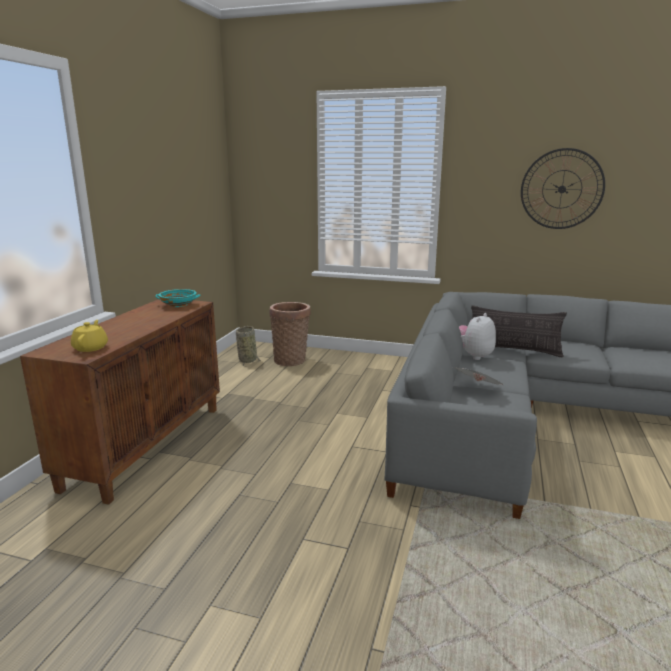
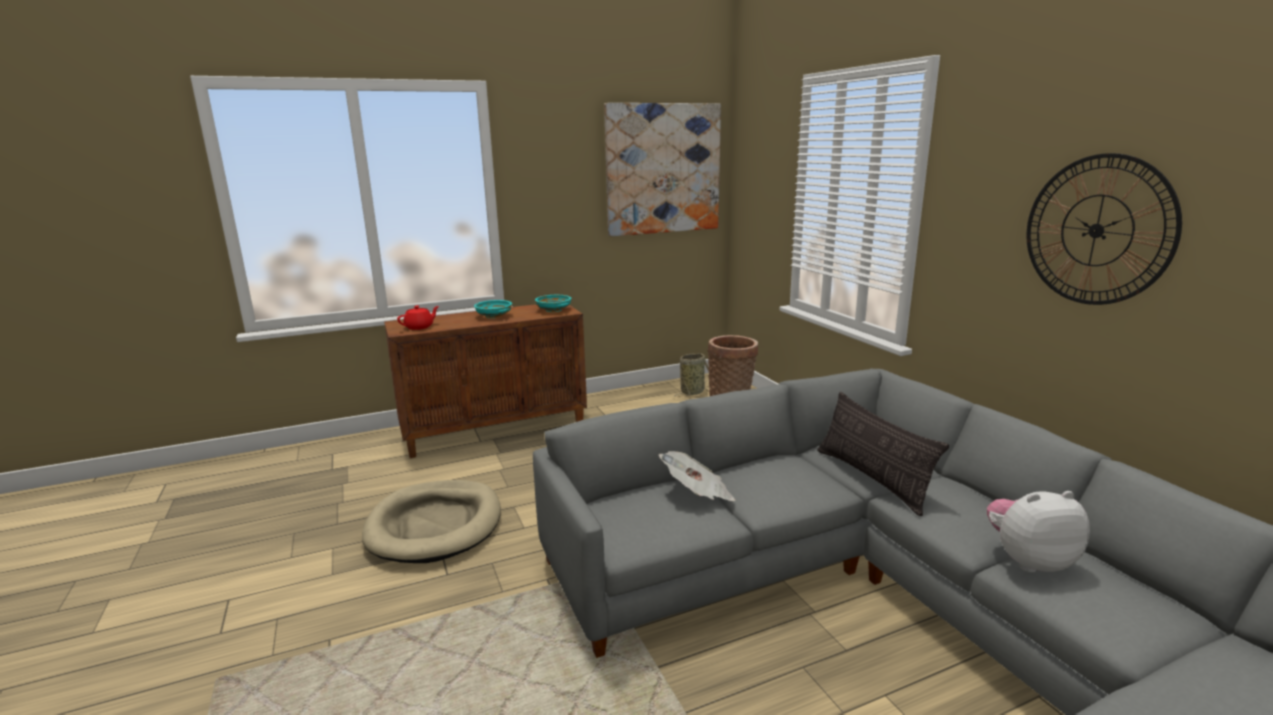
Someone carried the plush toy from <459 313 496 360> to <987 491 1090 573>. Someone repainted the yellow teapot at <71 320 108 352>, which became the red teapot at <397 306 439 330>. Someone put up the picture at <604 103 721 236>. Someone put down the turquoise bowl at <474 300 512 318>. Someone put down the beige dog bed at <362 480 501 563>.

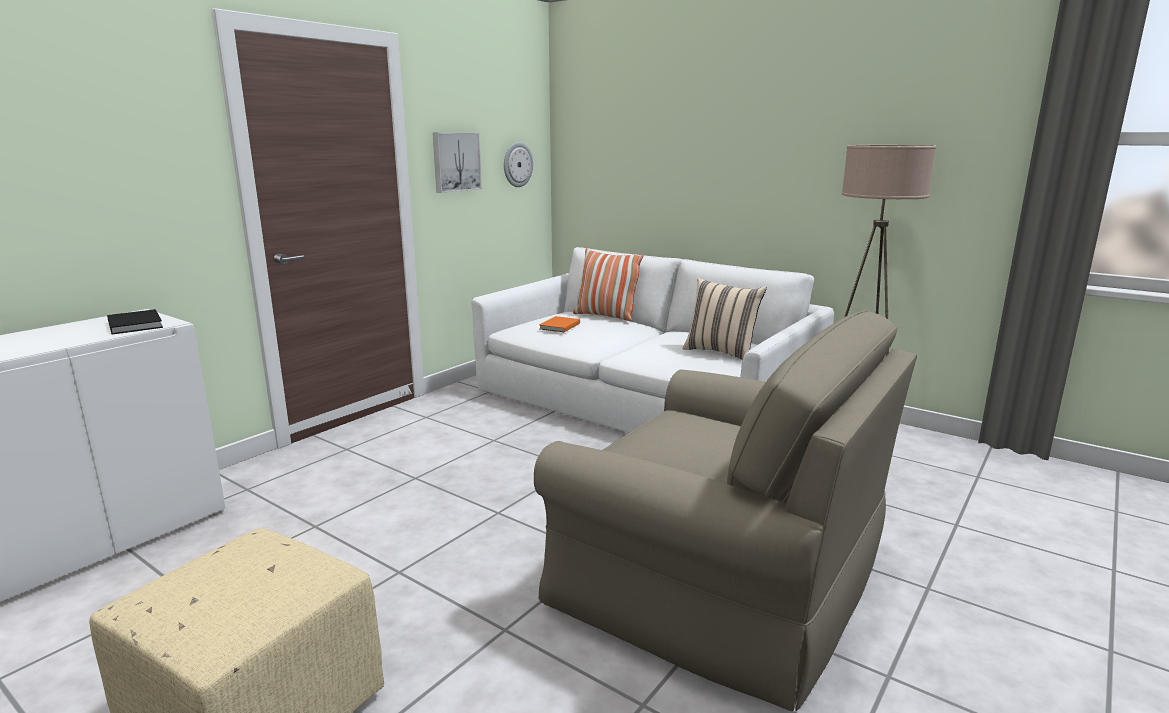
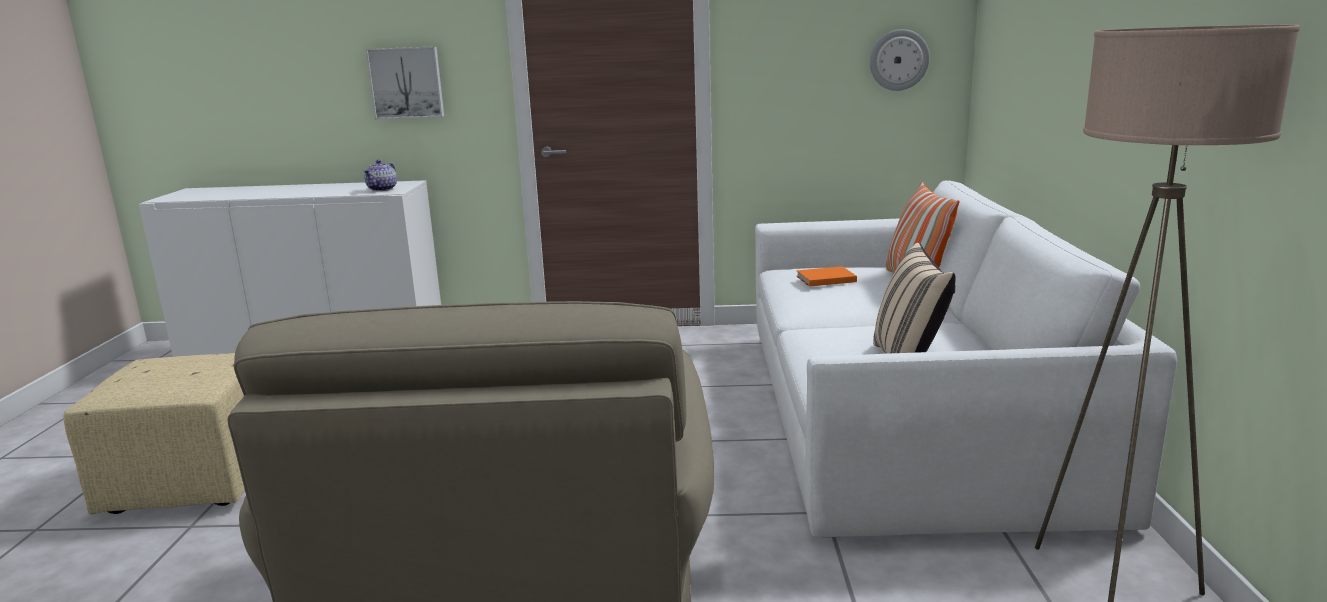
Someone carried the picture from <433 133 482 193> to <366 46 444 119>. Someone swapped the black book at <107 309 163 334> for the teapot at <363 160 397 191>.

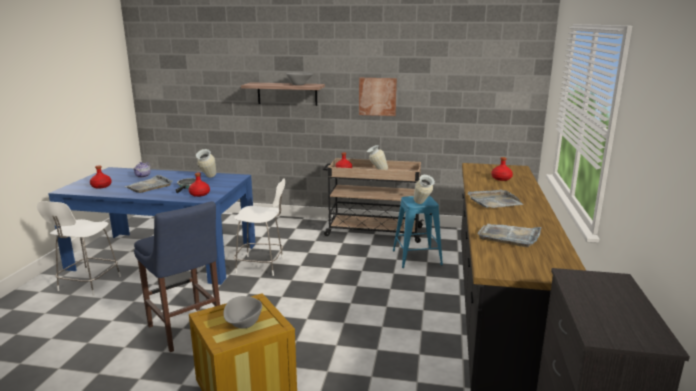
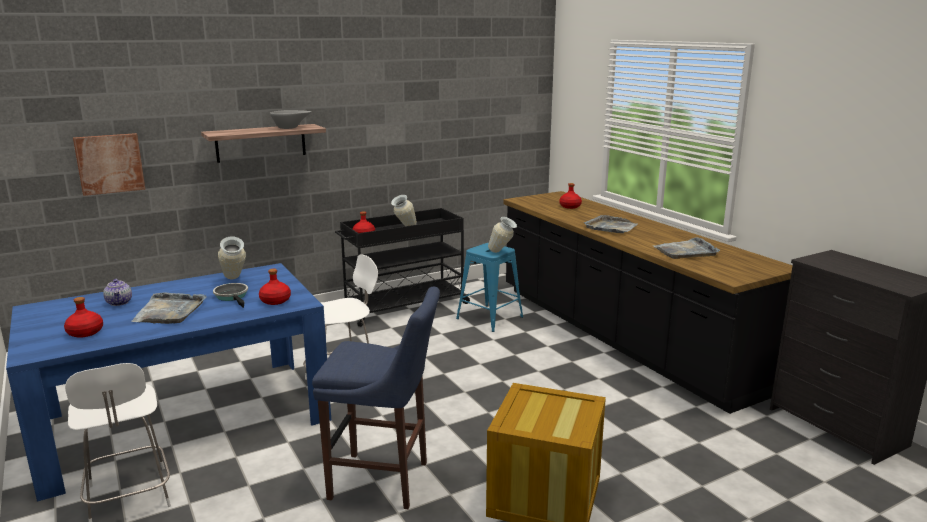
Someone carried the picture from <359 78 397 116> to <73 133 145 196>. Someone repainted the beige cart at <323 158 424 243>, which became the black cart at <335 208 470 327>. Someone took away the grey bowl at <223 296 262 329>.

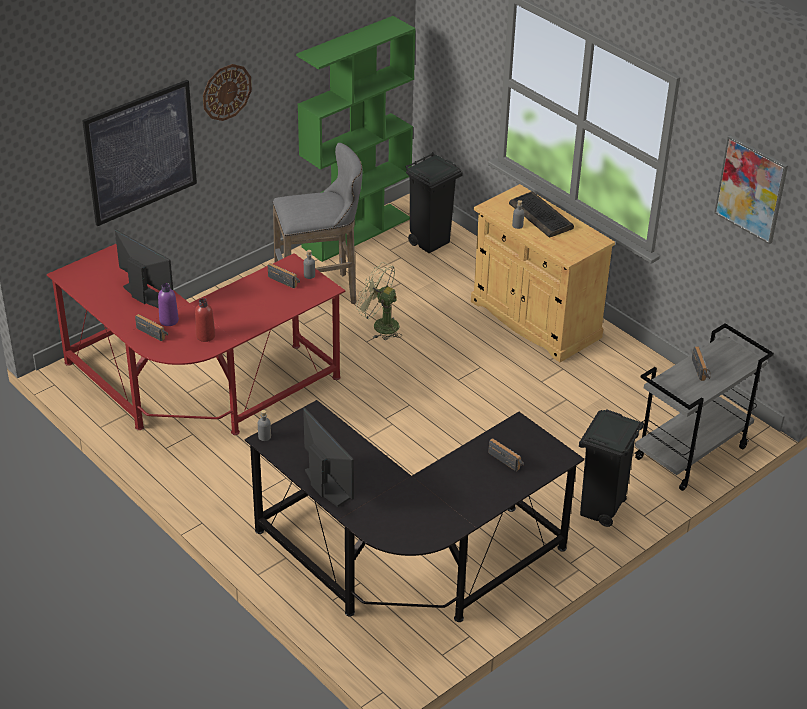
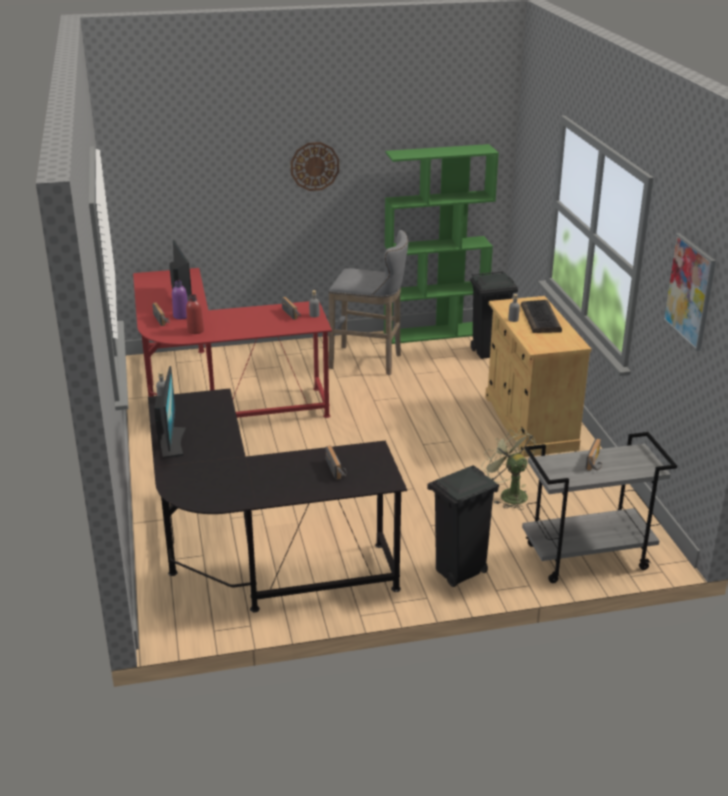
Someone took away the picture at <82 80 197 226>. Someone carried the green fan from <356 262 402 340> to <481 429 536 510>.

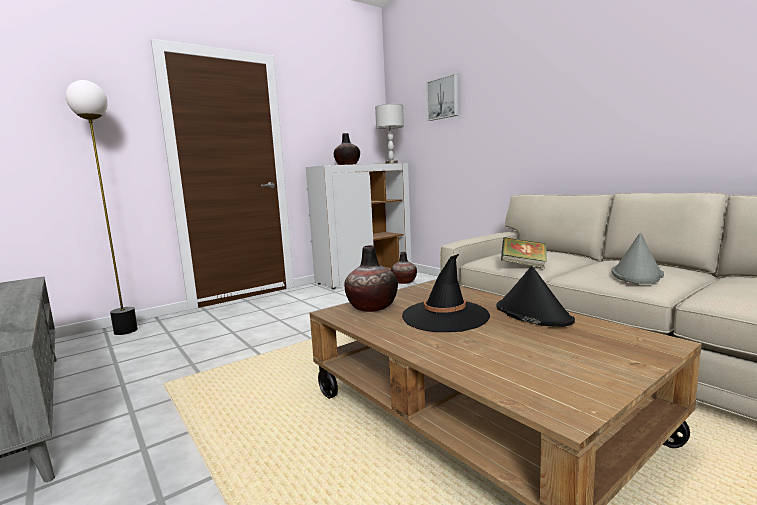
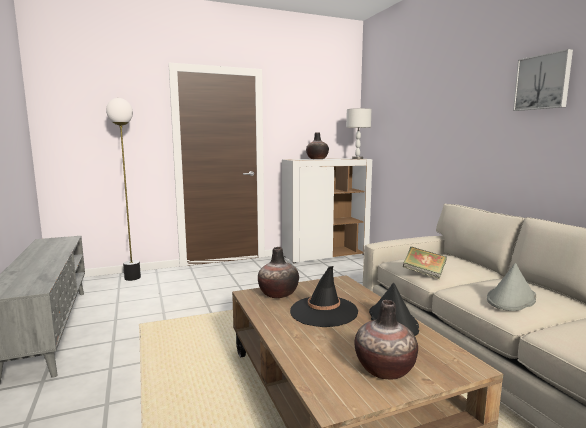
Someone carried the picture from <426 74 458 121> to <513 49 573 111>. Someone carried the vase from <391 252 417 284> to <354 300 418 379>.

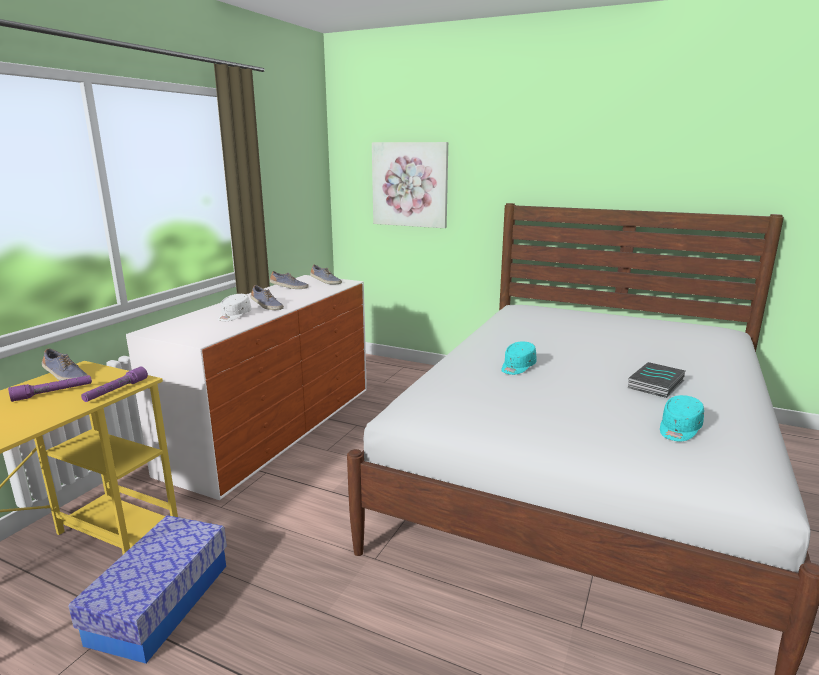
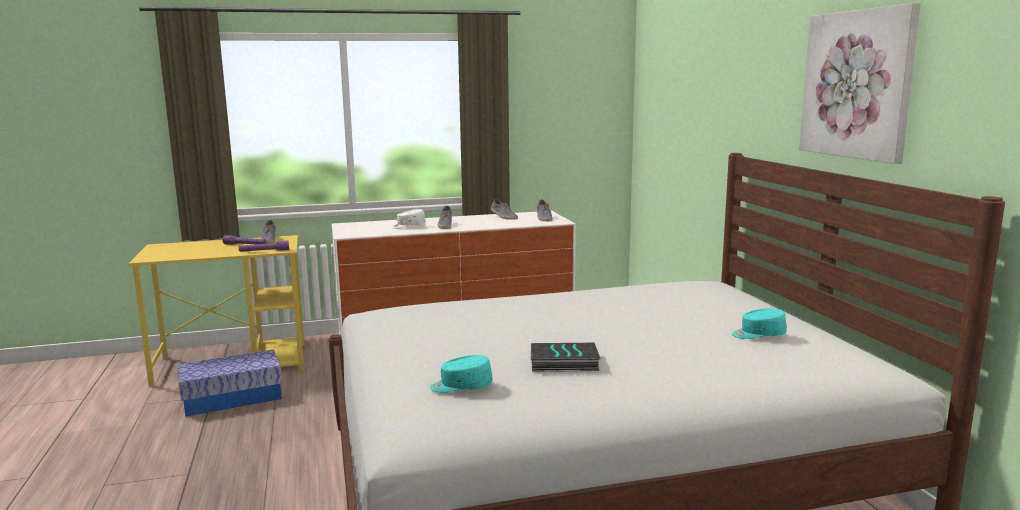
Someone carried the picture from <372 142 448 228> to <799 3 921 164>. Someone carried the turquoise cap from <501 342 537 375> to <732 308 787 339>.

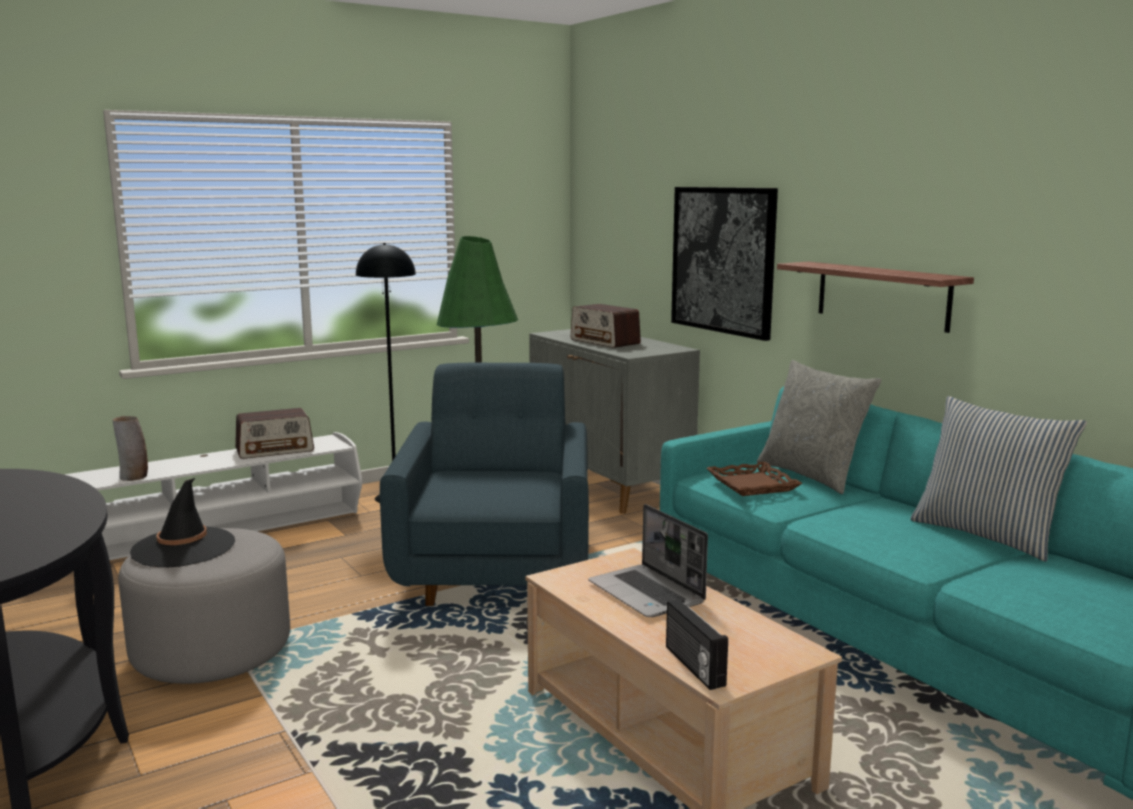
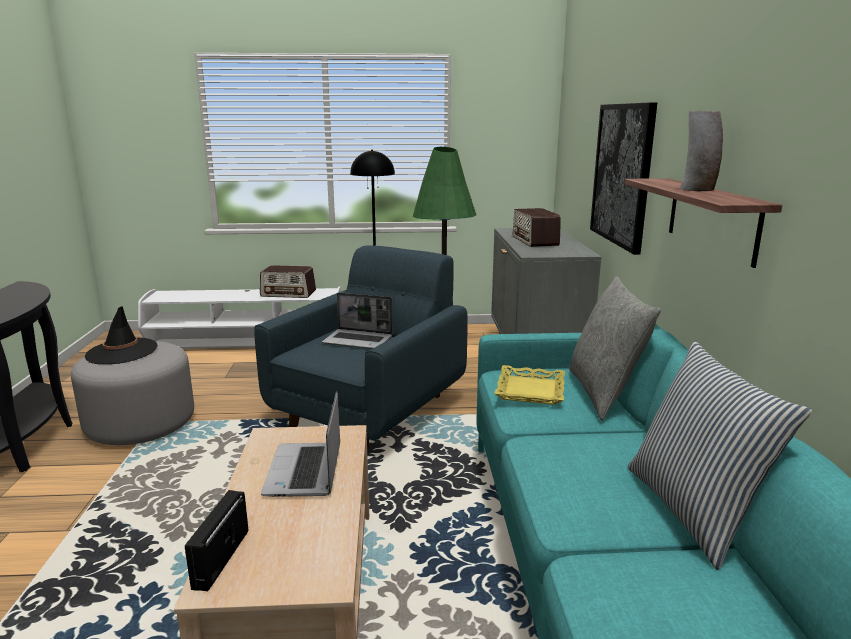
Someone carried the vase from <113 416 148 481> to <680 111 723 191>. Someone repainted the brown tray at <707 462 803 496>, which became the yellow tray at <494 365 565 405>. Someone put down the laptop at <322 292 393 349>.

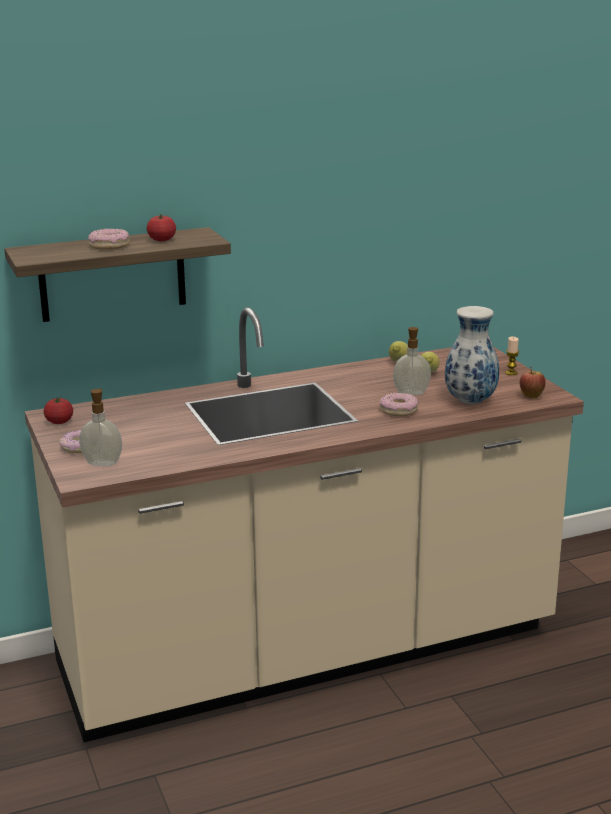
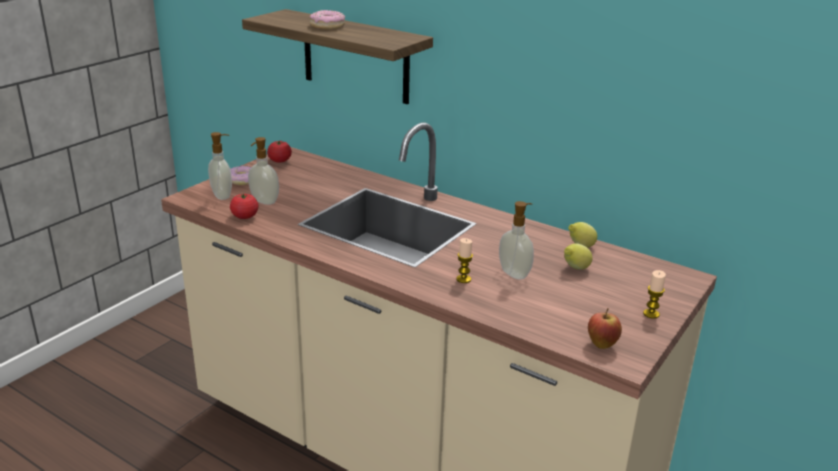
Someone carried the tomato from <147 214 176 241> to <230 194 259 219>. Someone took away the vase at <445 306 499 404>. Someone swapped the donut at <380 392 419 416> for the candle at <456 238 473 283>. Someone put down the soap dispenser at <248 137 279 205>.

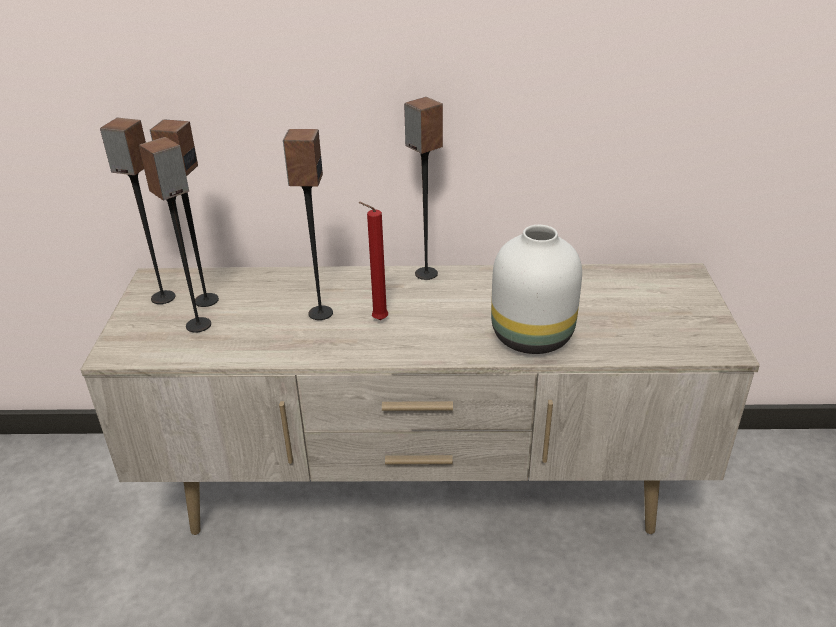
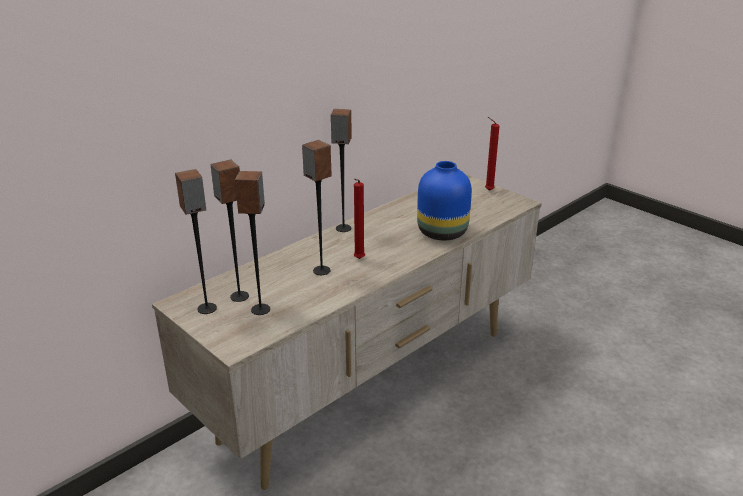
Someone repainted the white vase at <491 225 582 354>, which became the blue vase at <417 161 472 240>. Someone put down the red candle at <485 117 499 191>.

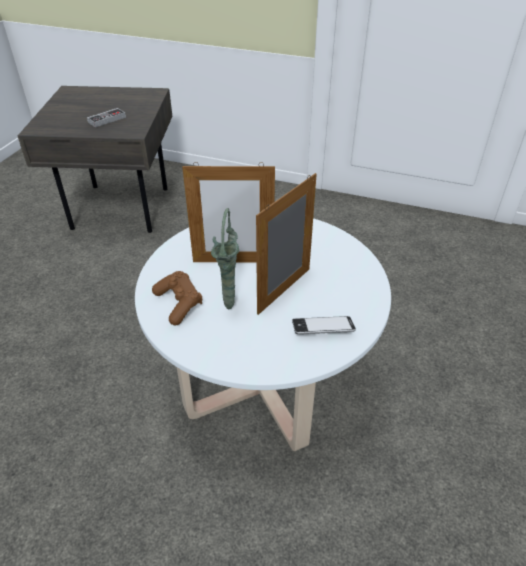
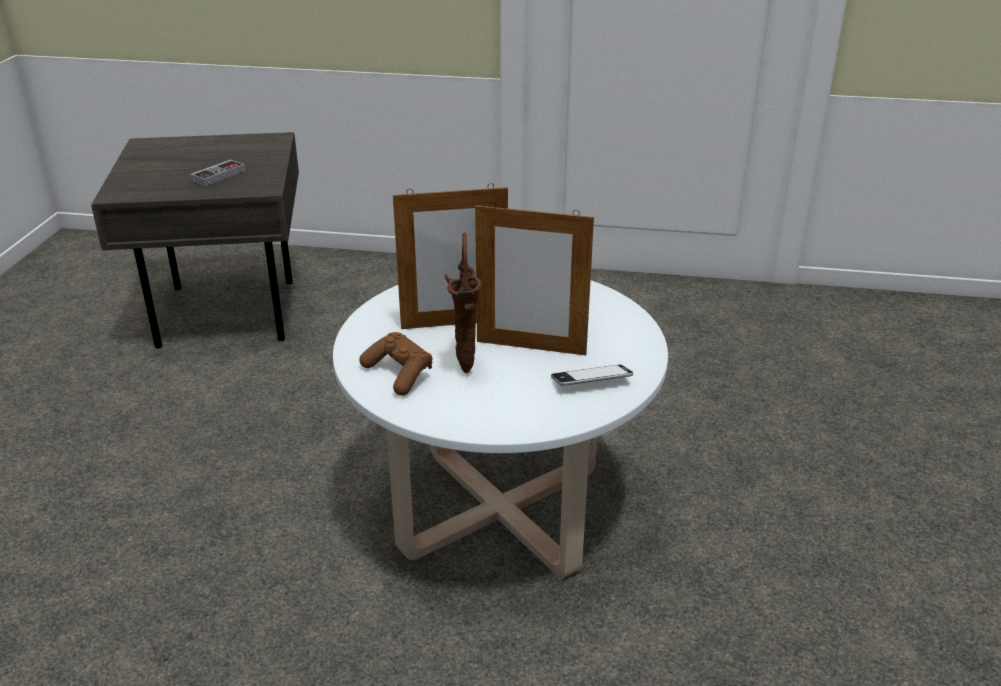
Someone rotated the picture frame at <256 173 317 315> by 105 degrees counterclockwise. Someone repainted the green vase at <211 208 239 309>, which became the brown vase at <444 233 482 373>.

